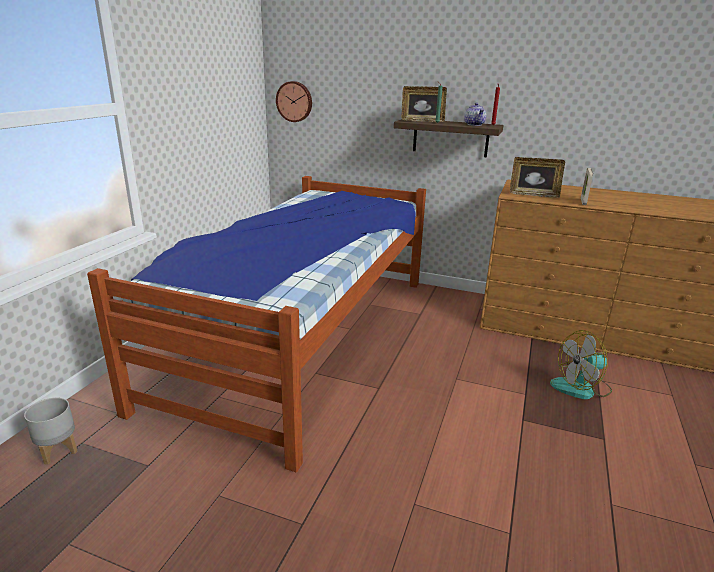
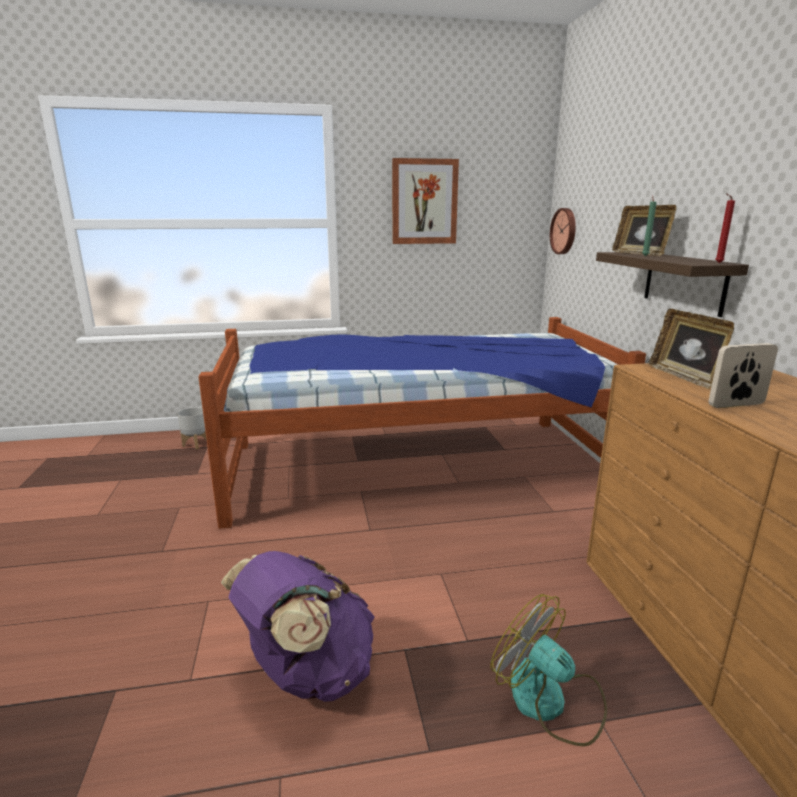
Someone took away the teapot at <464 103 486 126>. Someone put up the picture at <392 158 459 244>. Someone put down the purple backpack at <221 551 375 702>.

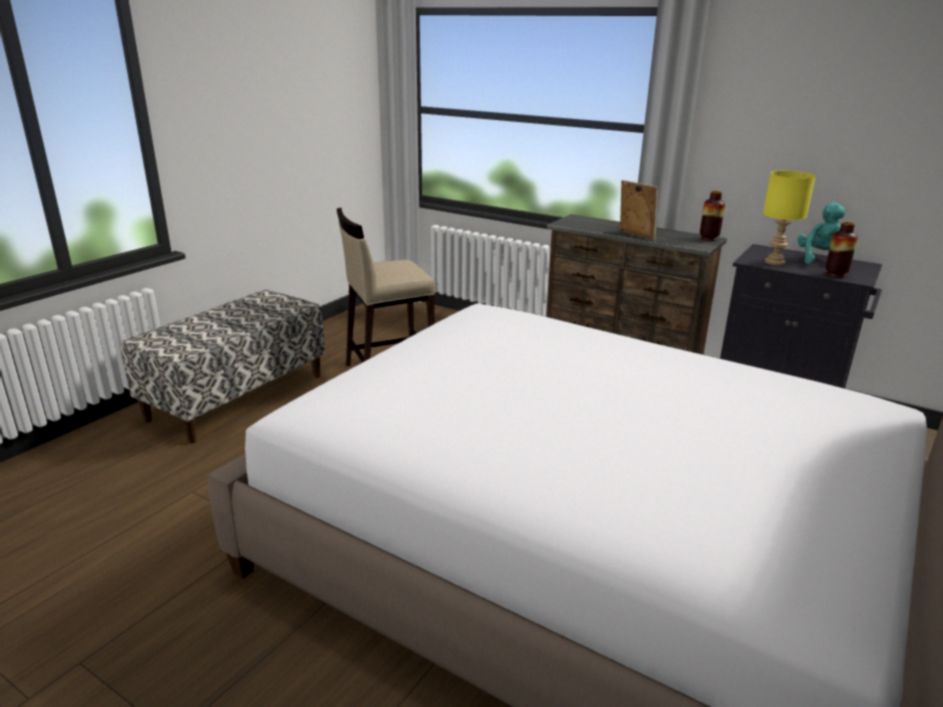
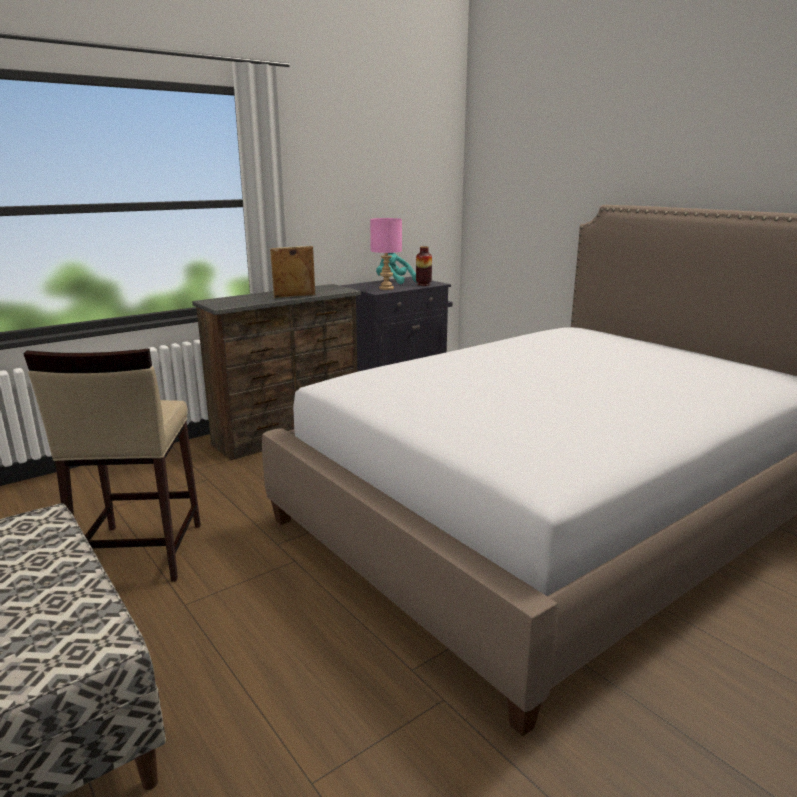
Someone repainted the yellow table lamp at <763 171 816 265>, which became the pink table lamp at <370 218 402 290>. Someone took away the vase at <700 191 725 241>.

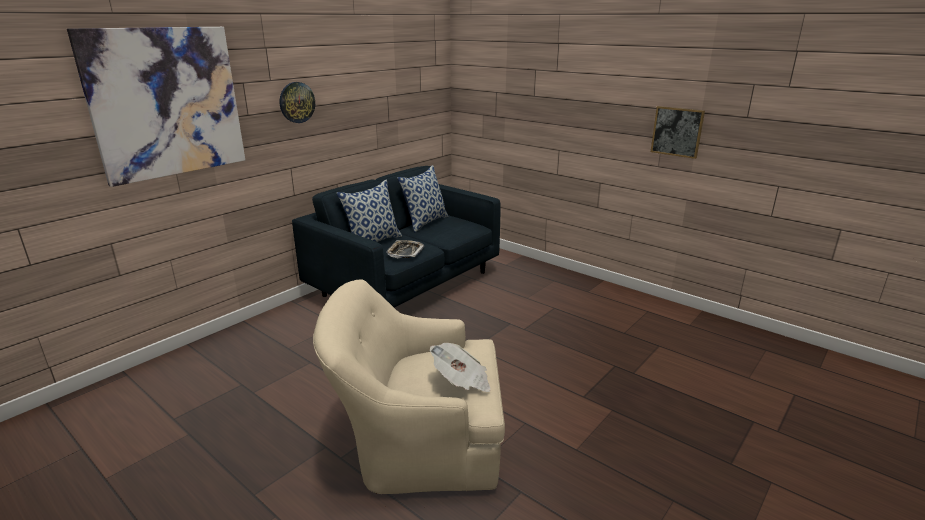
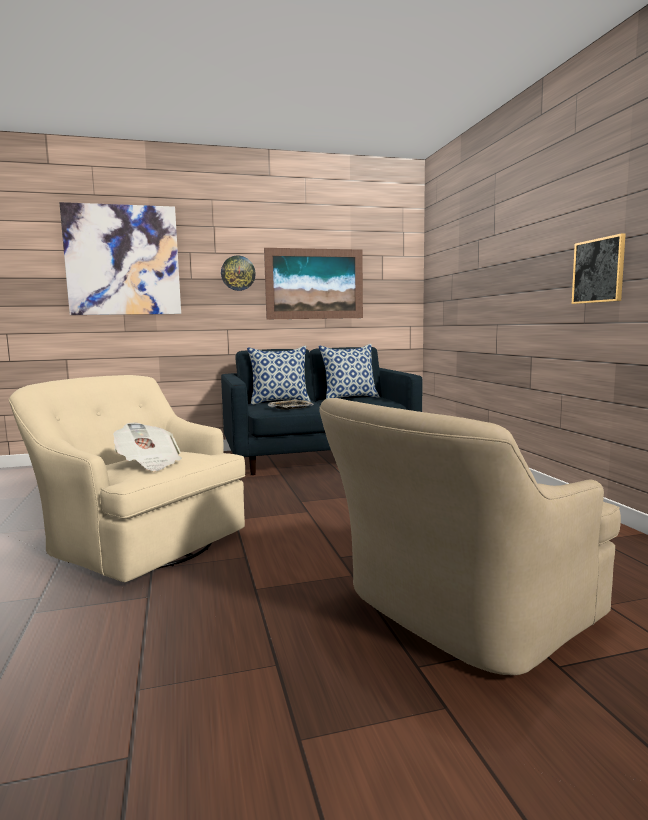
Someone put up the picture at <264 248 363 319>. Someone put down the beige armchair at <319 398 621 675>.

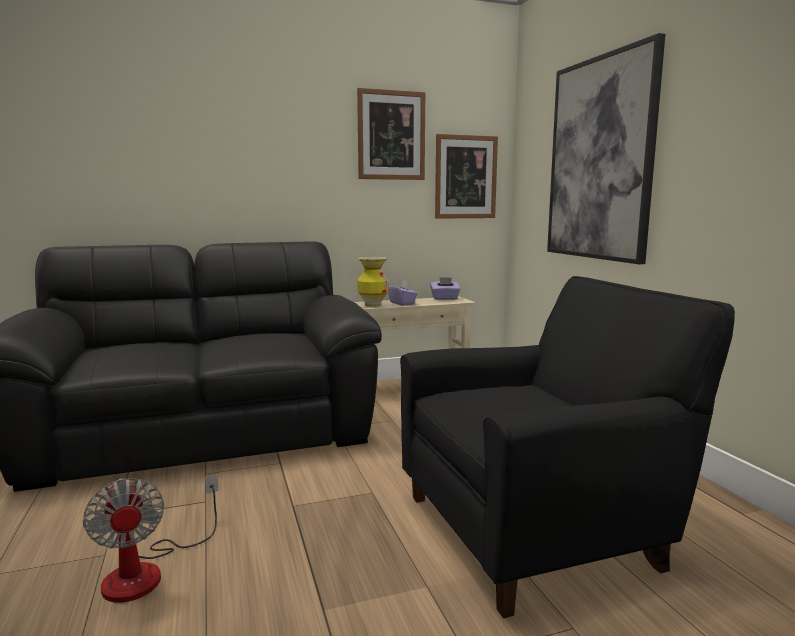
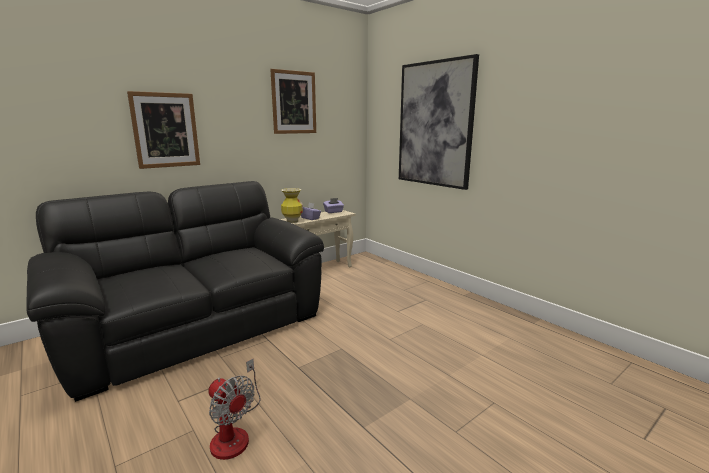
Someone carried the picture from <435 134 498 219> to <127 91 200 169>. Someone took away the black armchair at <400 276 735 619>.

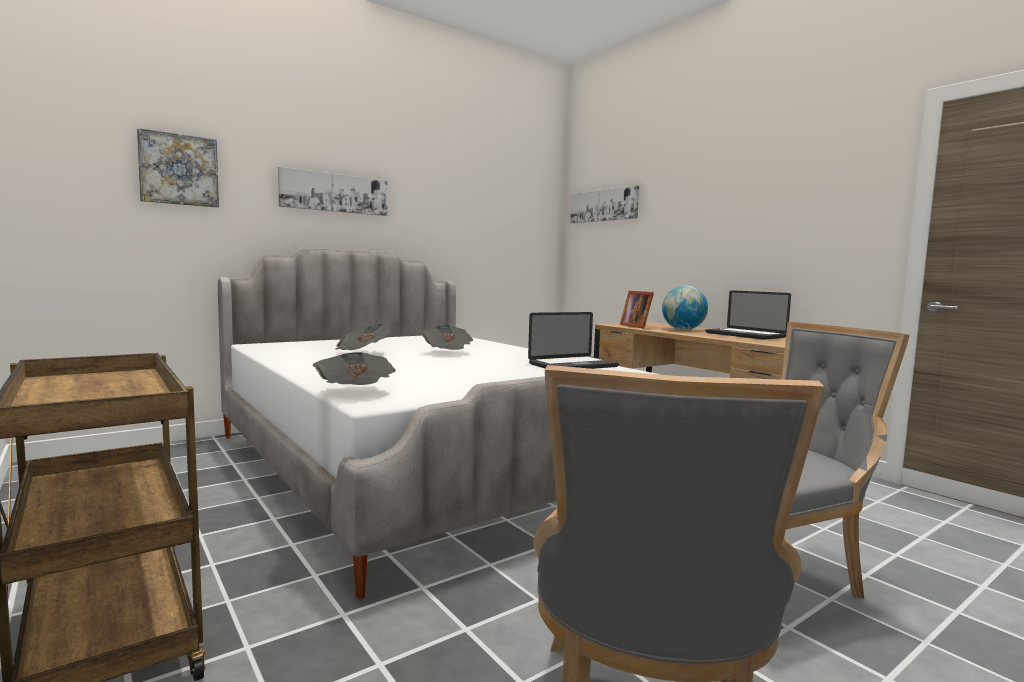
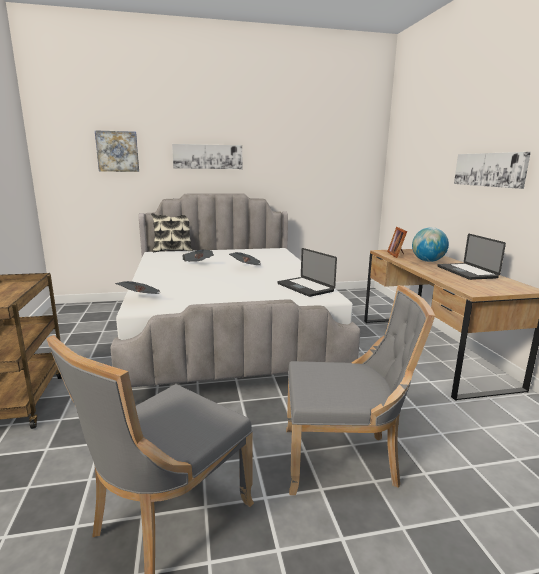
Someone carried the picture from <570 185 639 223> to <454 152 531 189>. Someone rotated the laptop at <528 312 619 369> by 60 degrees clockwise. Someone put down the pillow at <151 213 193 252>.

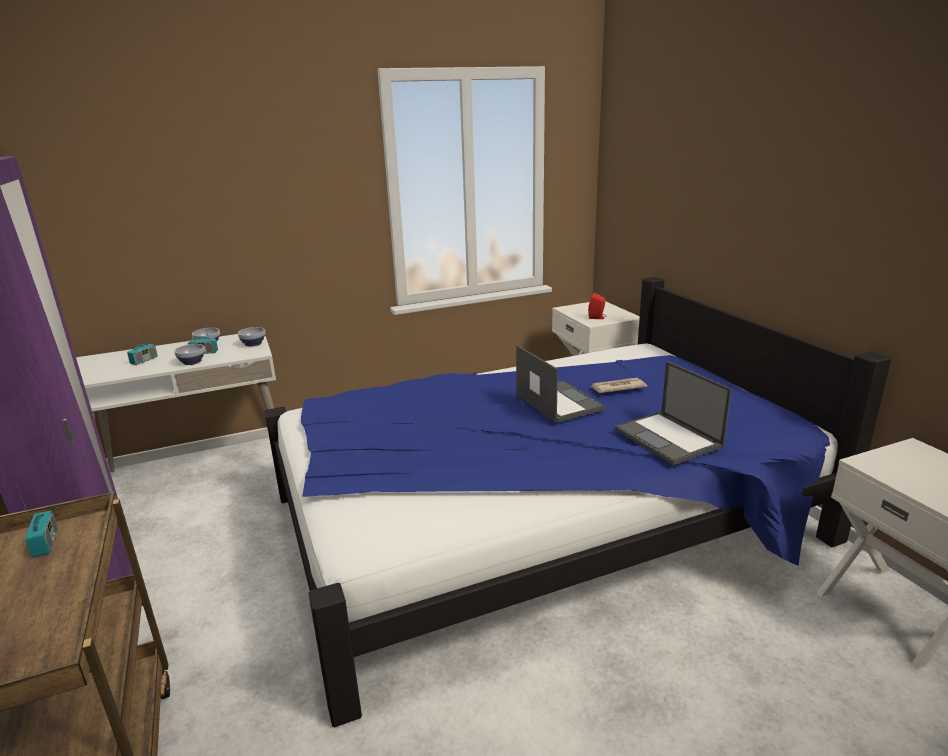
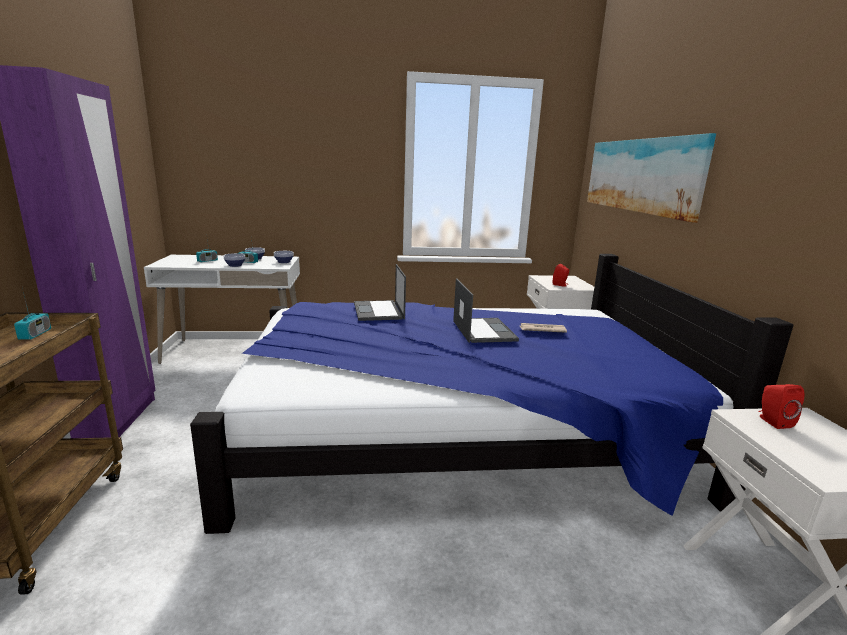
Someone carried the laptop from <615 361 732 465> to <354 264 406 321>. Someone put up the picture at <587 133 716 223>. Someone put down the red speaker at <759 384 804 429>.

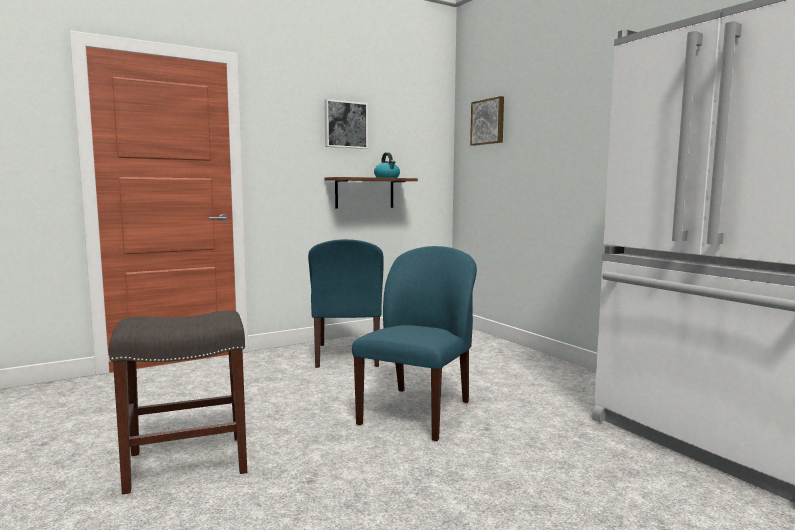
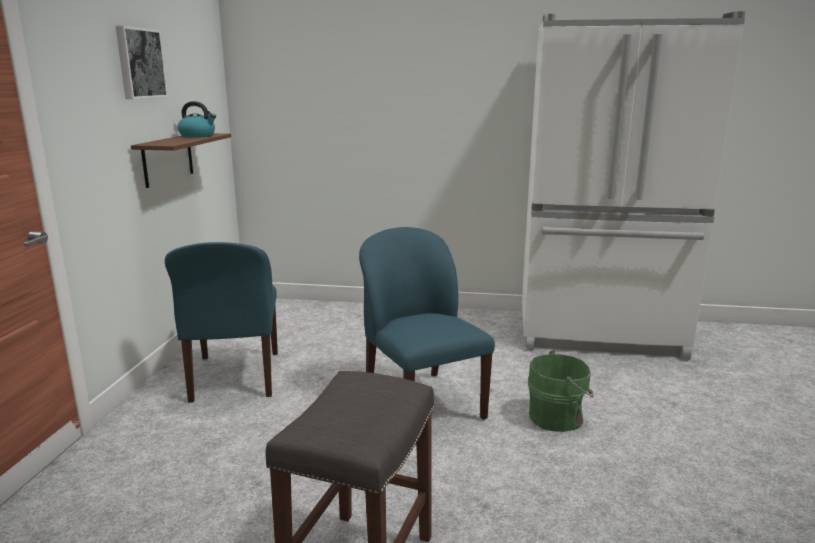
Someone took away the picture at <470 96 504 146>. Someone rotated the blue chair at <308 239 384 368> by 45 degrees clockwise. Someone put down the green bucket at <528 351 594 432>.

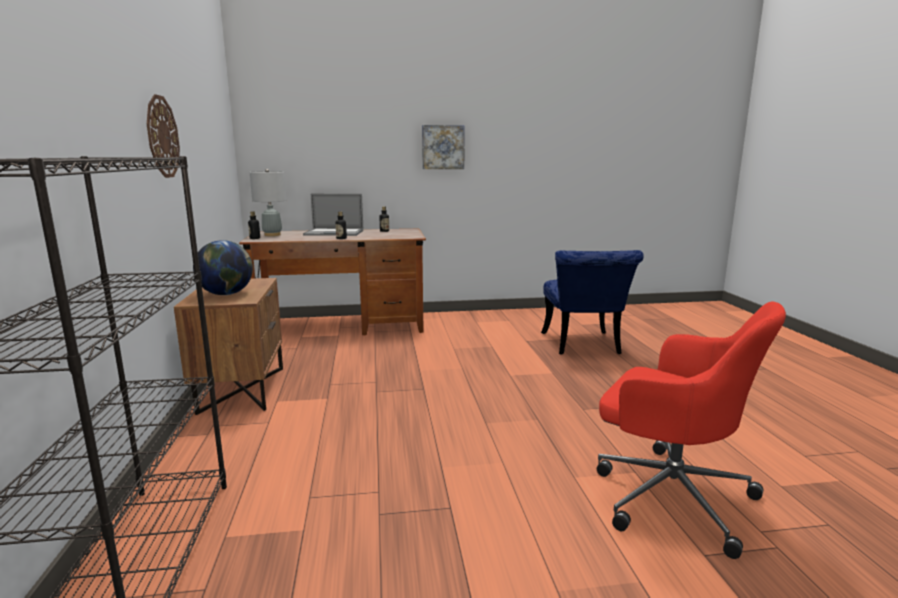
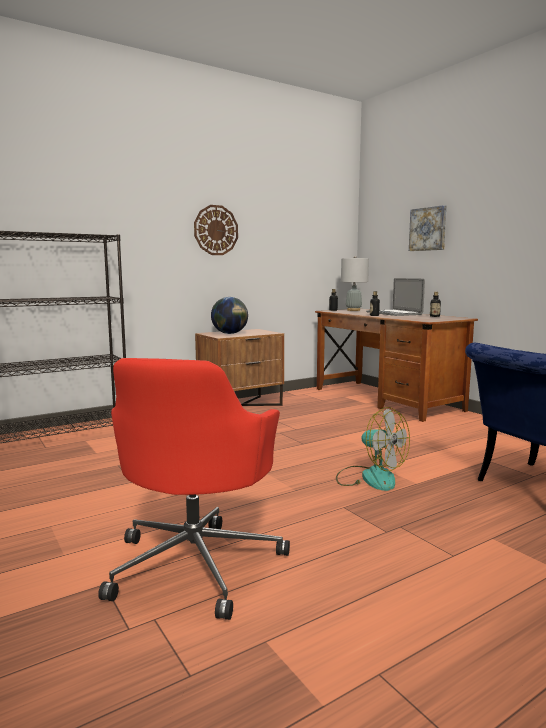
Someone carried the picture from <422 125 465 169> to <409 205 447 251>. Someone put down the fan at <336 407 410 491>.

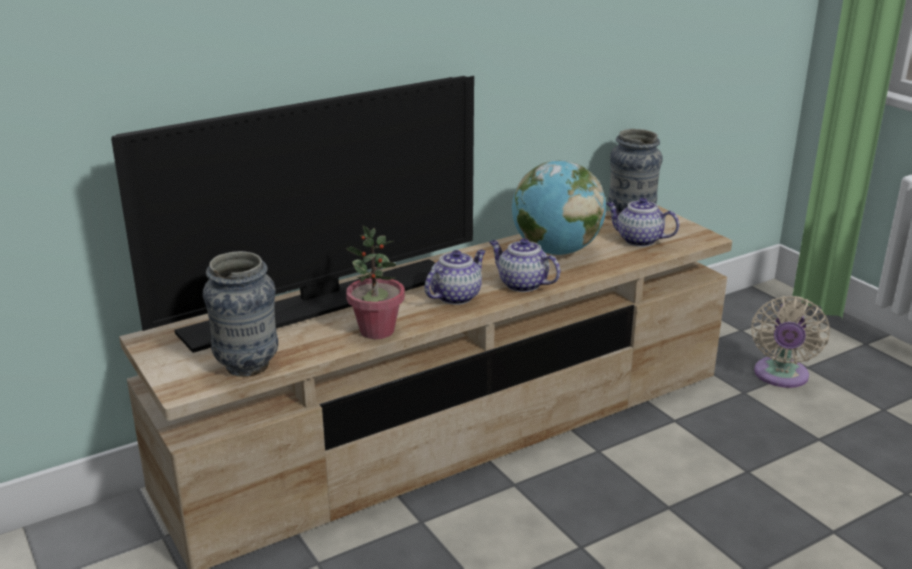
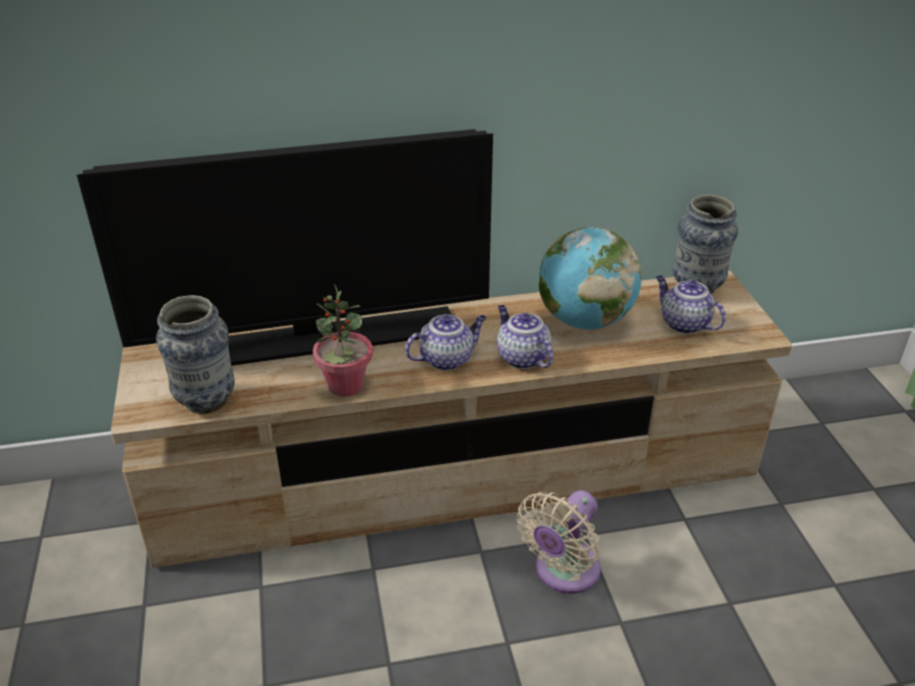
Someone carried the beige fan from <751 296 830 388> to <517 491 601 594>.

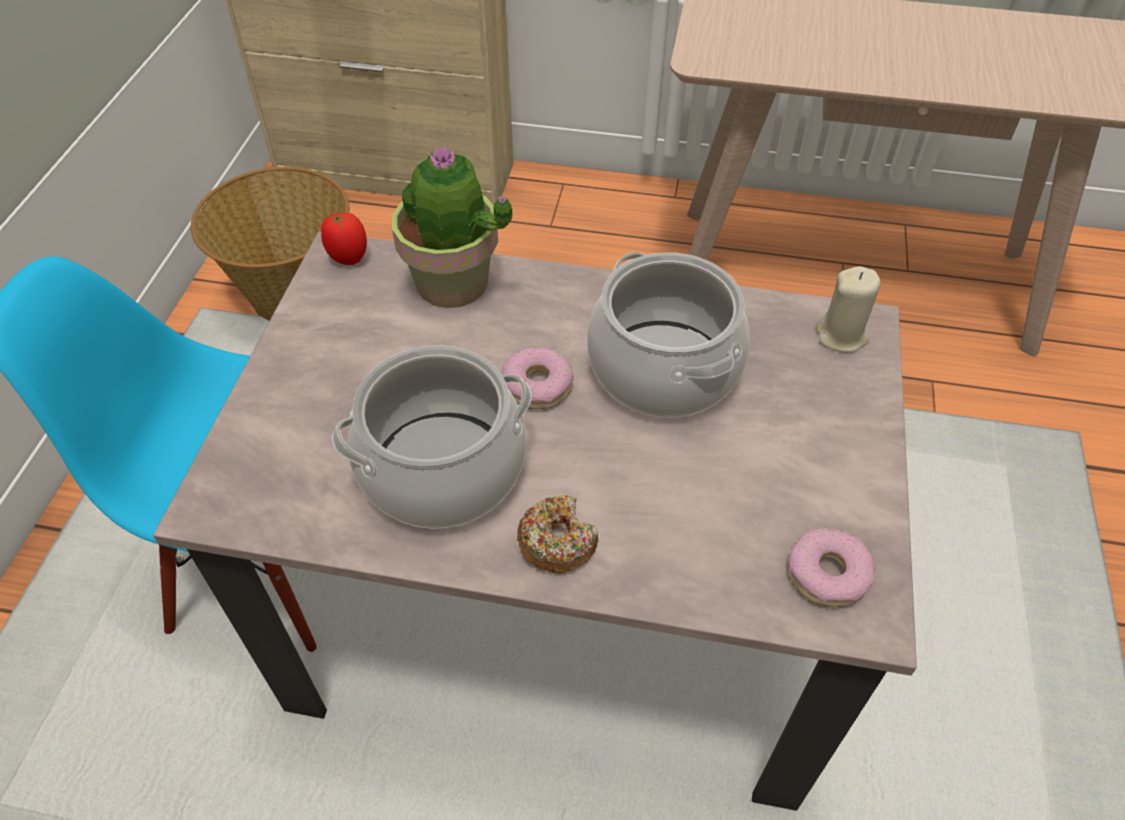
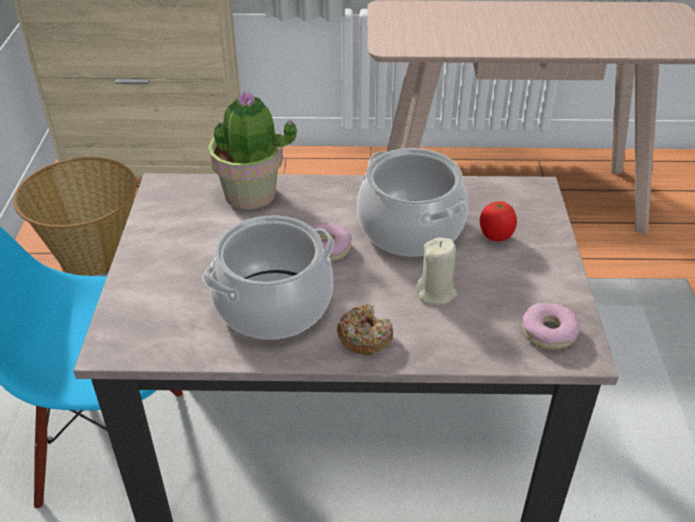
Someone carried the tomato from <321 212 367 265> to <480 201 517 242>. Someone carried the beige candle from <816 266 880 352> to <416 237 457 305>.

